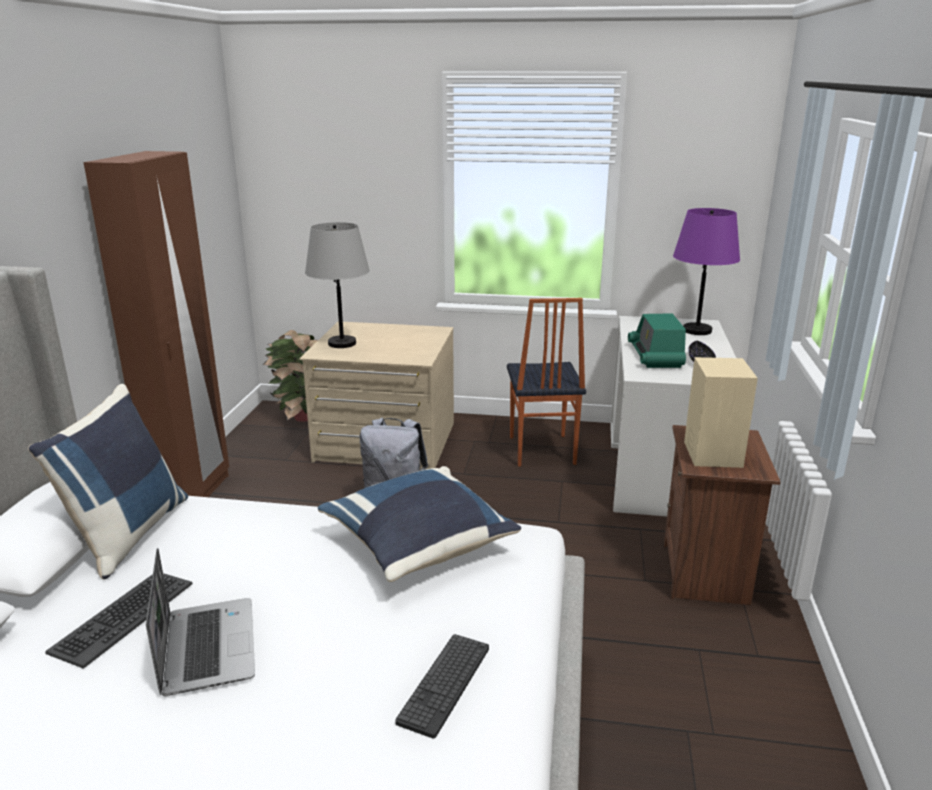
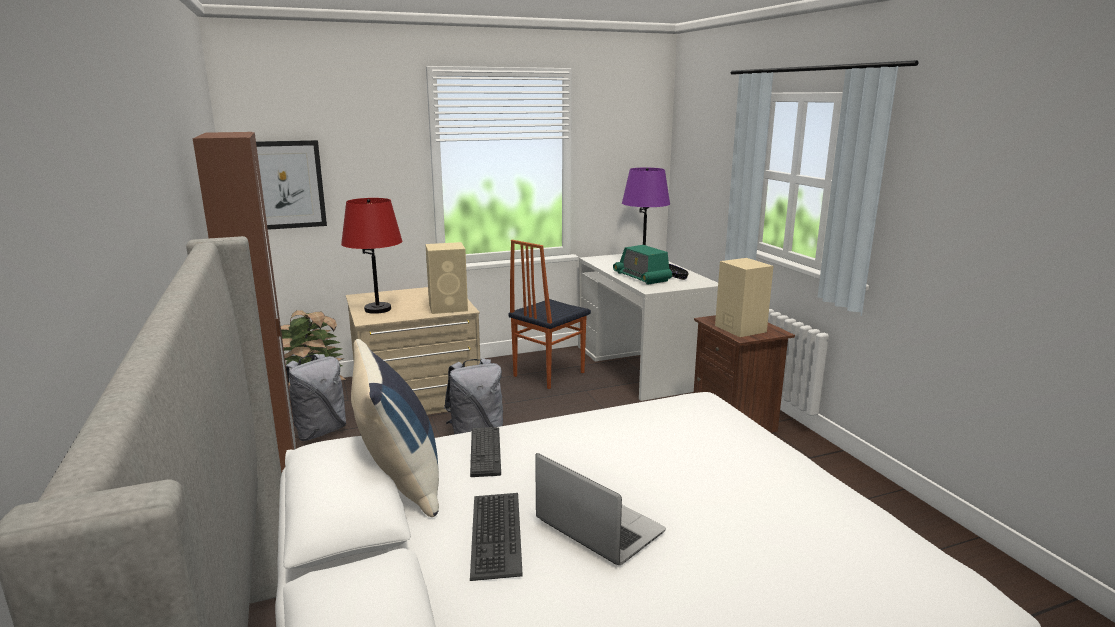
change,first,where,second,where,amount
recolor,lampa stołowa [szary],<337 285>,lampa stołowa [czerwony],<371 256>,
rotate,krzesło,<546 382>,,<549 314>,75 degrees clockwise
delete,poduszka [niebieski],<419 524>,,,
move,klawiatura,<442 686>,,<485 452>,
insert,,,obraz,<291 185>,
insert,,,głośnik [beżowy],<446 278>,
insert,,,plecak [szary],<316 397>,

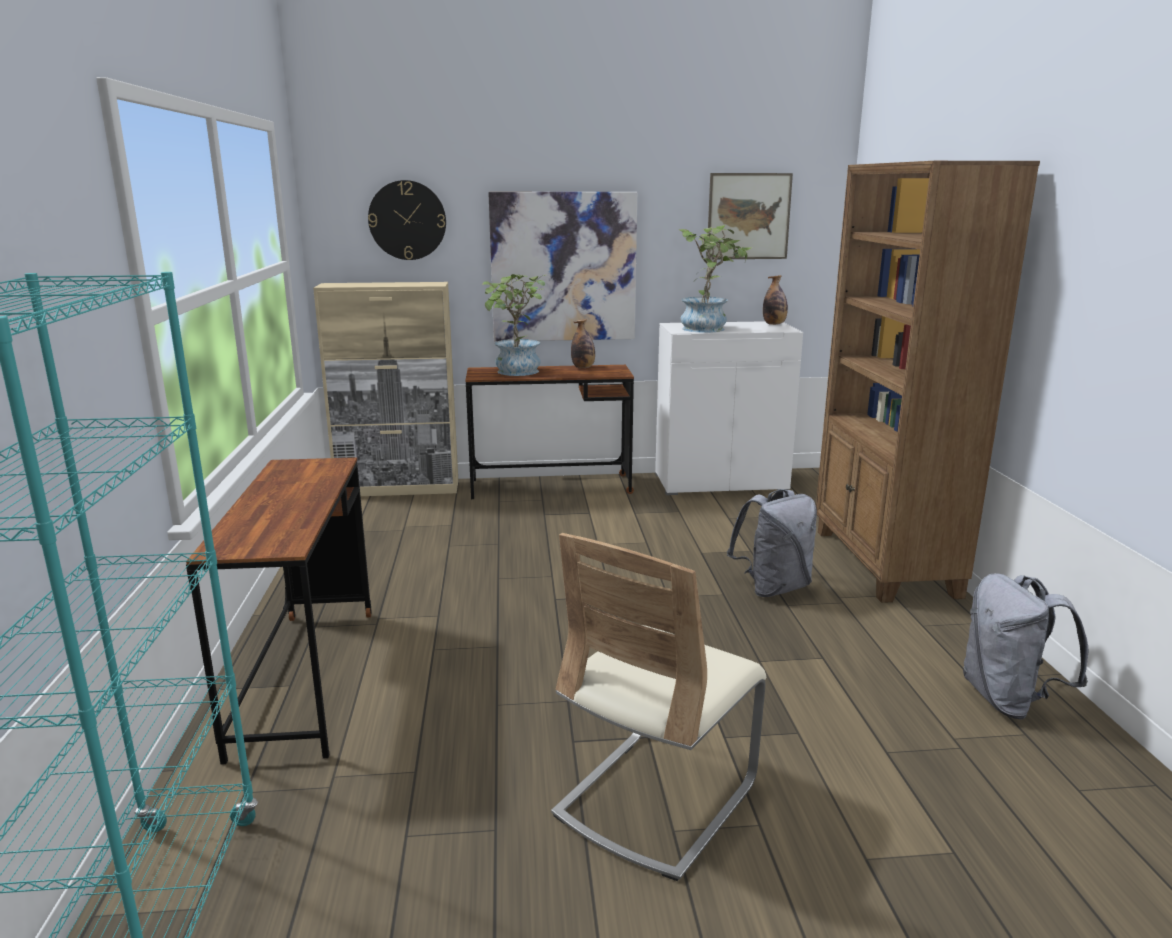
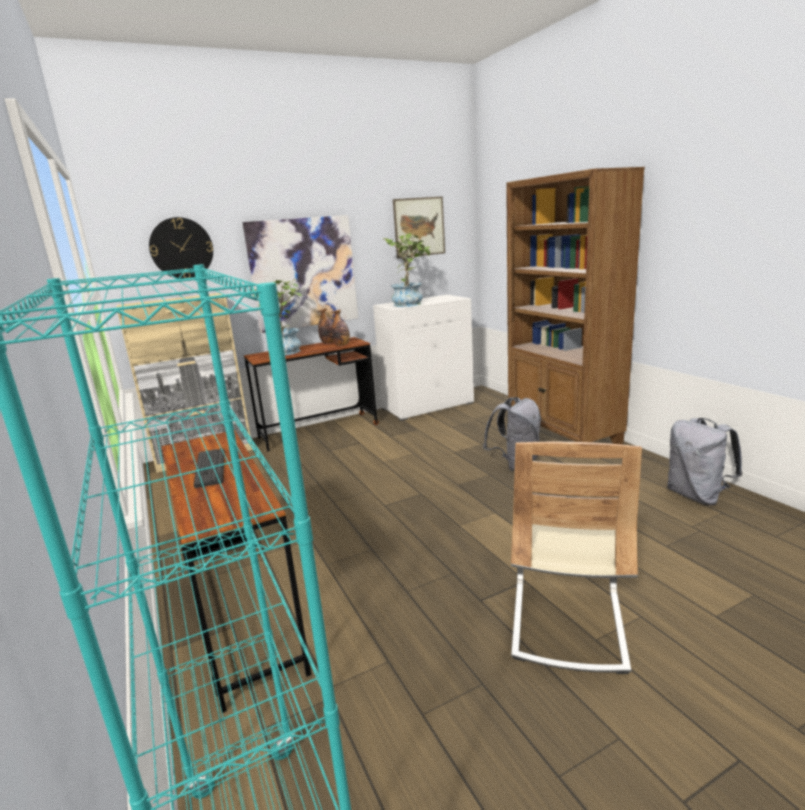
change,first,where,second,where,amount
move,butelka,<775 300>,,<340 328>,
insert,,,klawiatura,<209 468>,

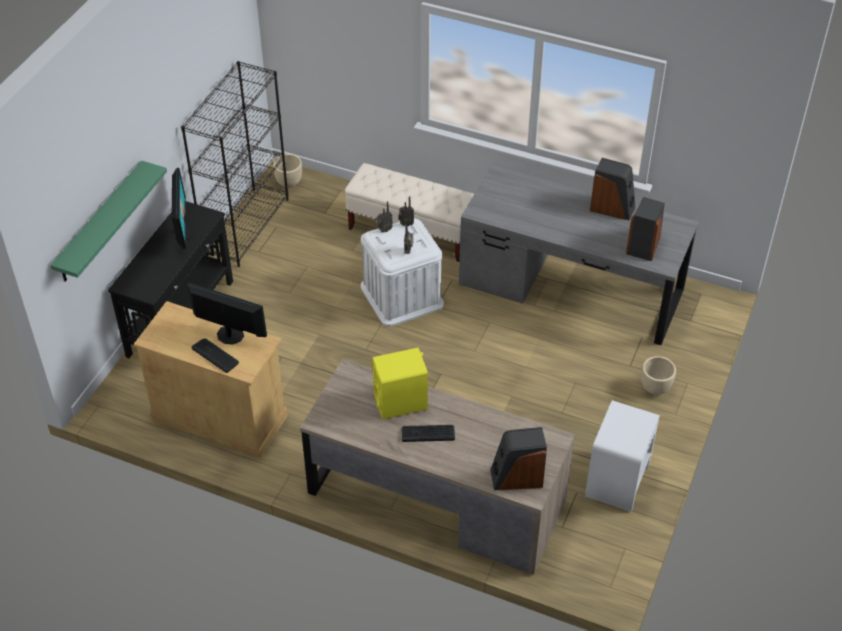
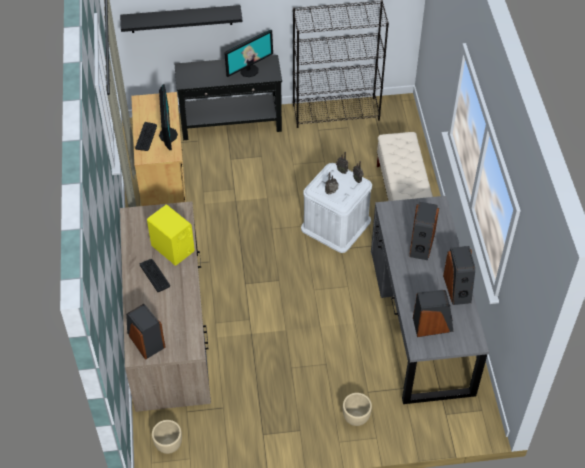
change,first,where,second,where,amount
move,donica [beżowy],<287 171>,,<167 437>,
recolor,półka [zielony],<108 221>,półka [czarny],<181 19>,
delete,szafka nocna [biały],<622 456>,,,
insert,,,głośnik,<424 231>,

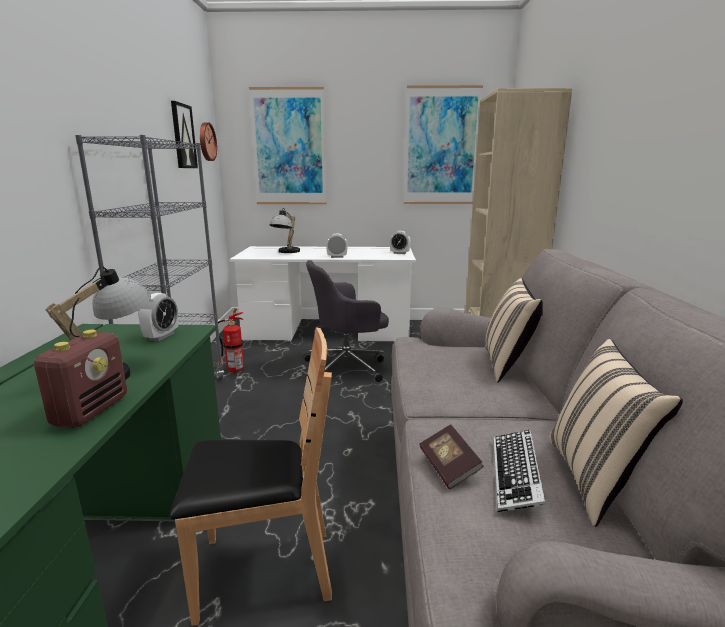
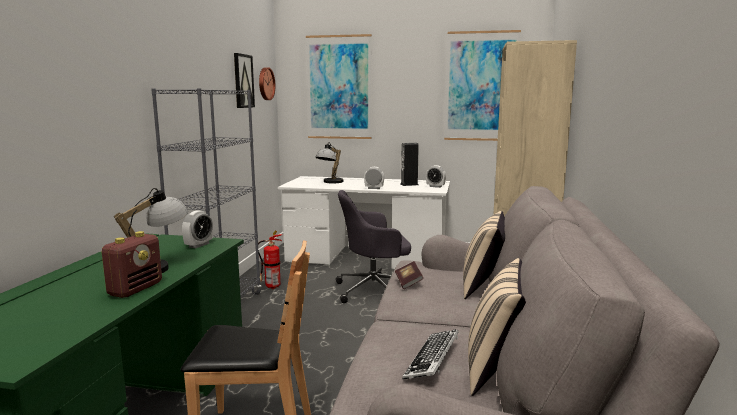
change,first,where,second,where,amount
move,książka,<452 456>,,<409 275>,
insert,,,głośnik,<409 164>,

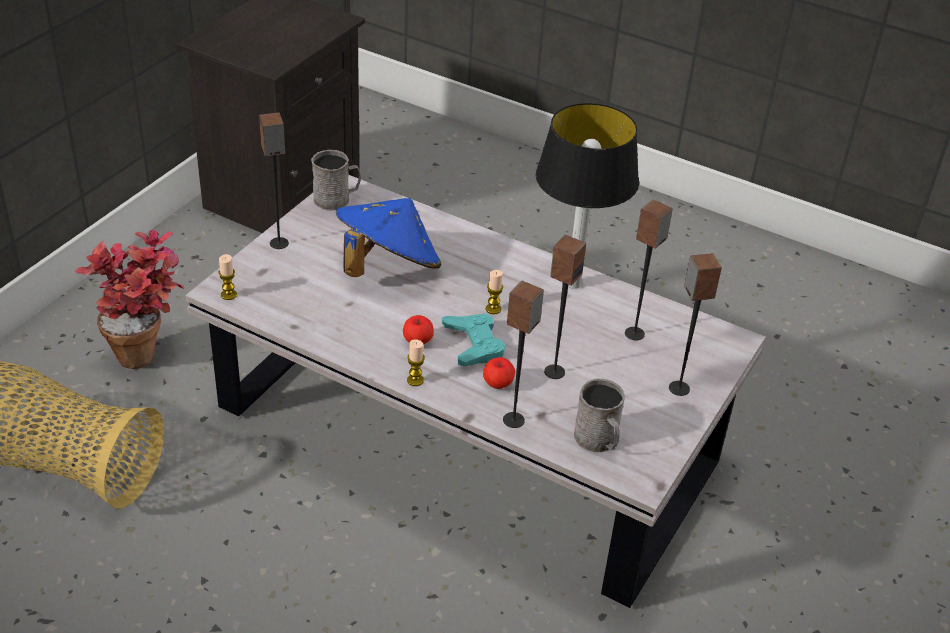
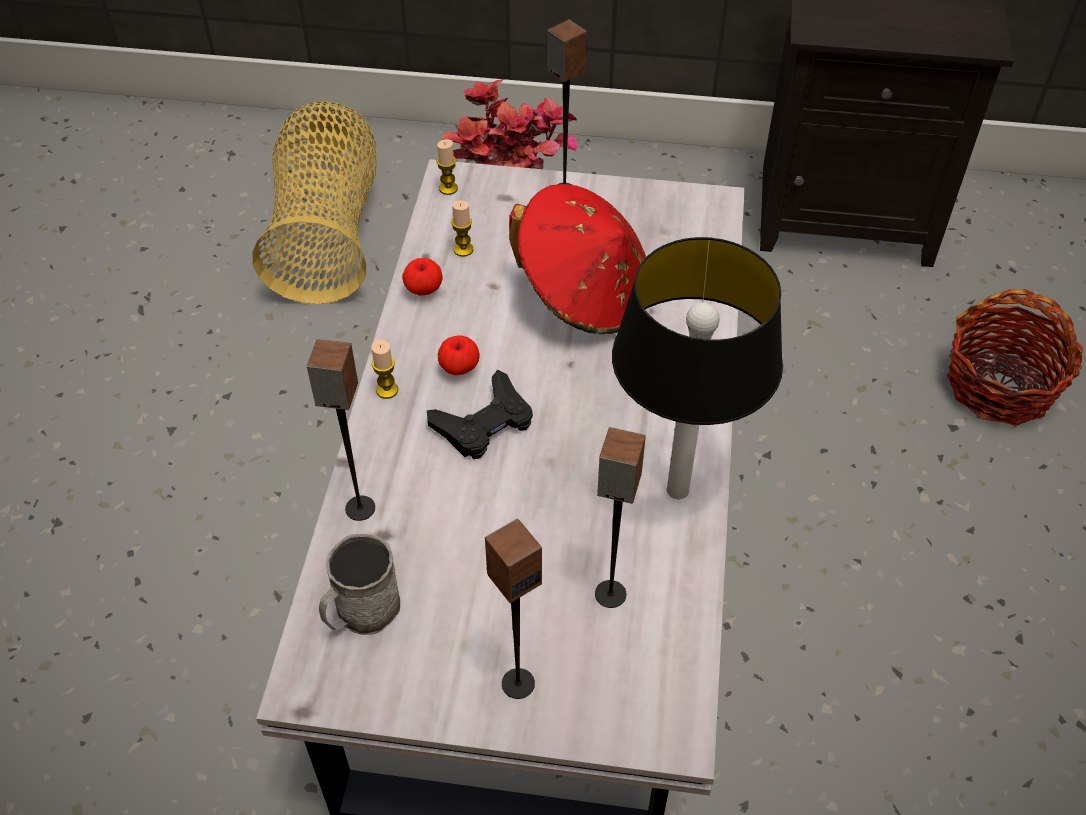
change,first,where,second,where,amount
delete,kubek [szary],<336 180>,,,
recolor,kapelusz [niebieski],<388 237>,kapelusz [czerwony],<577 259>,
delete,głośnik,<565 307>,,,
move,świeca,<494 292>,,<462 228>,
recolor,pad do gier [turkusowy],<473 340>,pad do gier [czarny],<480 414>,
move,jabłko,<499 373>,,<422 277>,
insert,,,koszyk,<1015 357>,

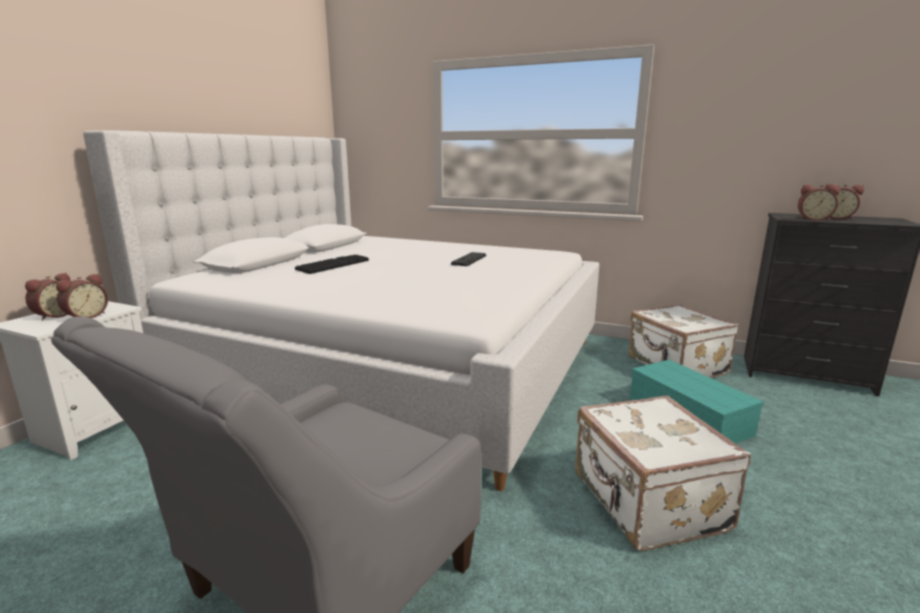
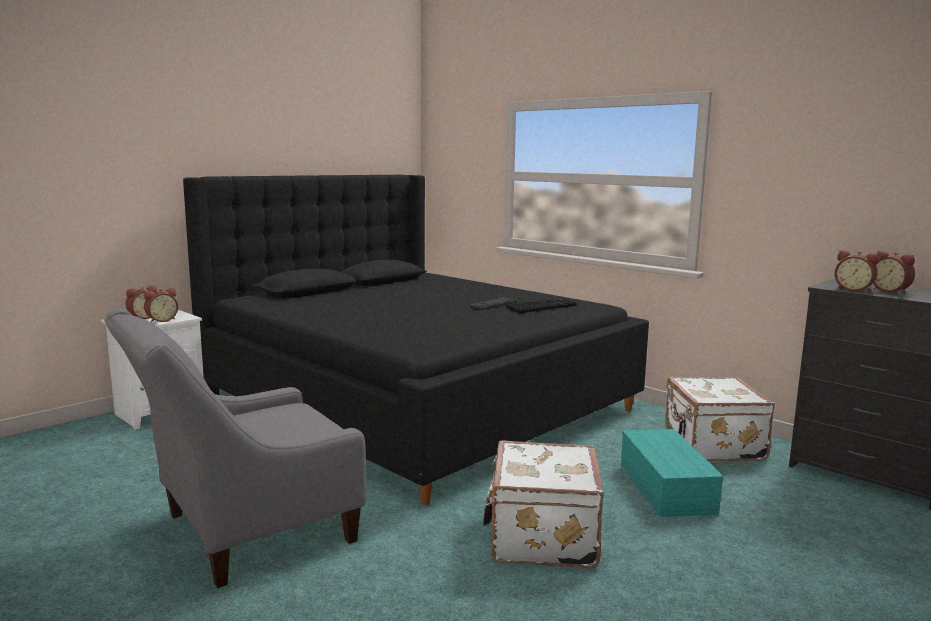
change,first,where,second,where,amount
recolor,łóżko [biały],<341 310>,łóżko [czarny],<416 340>,
move,klawiatura,<332 264>,,<541 306>,

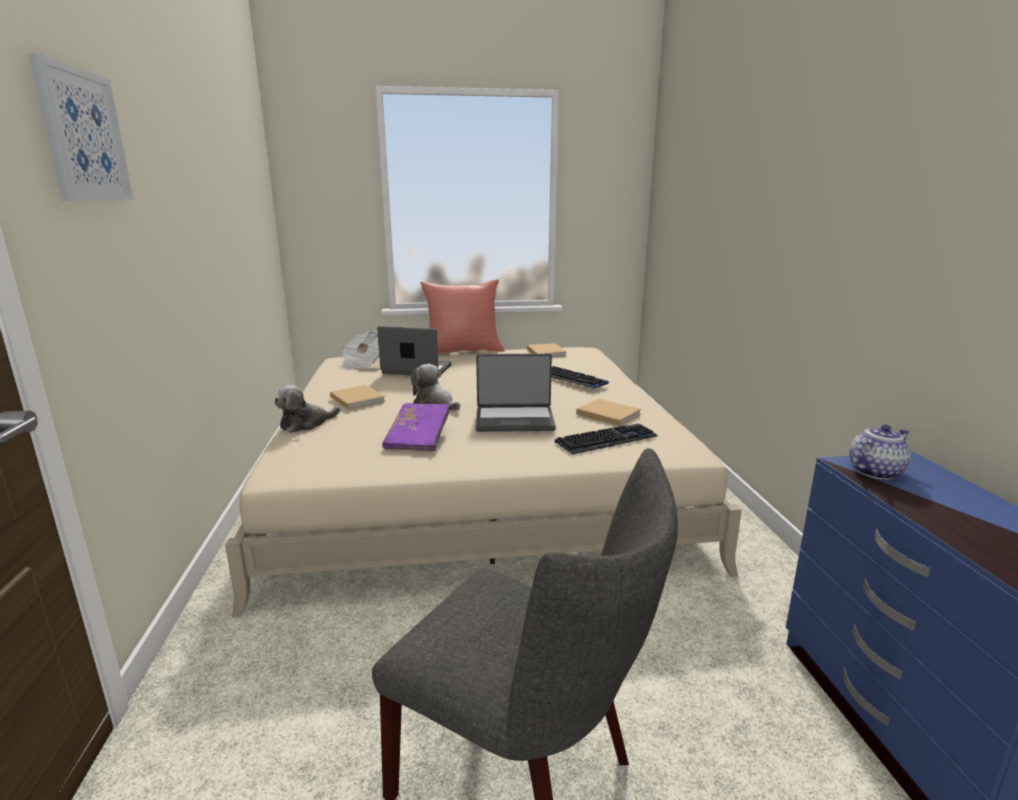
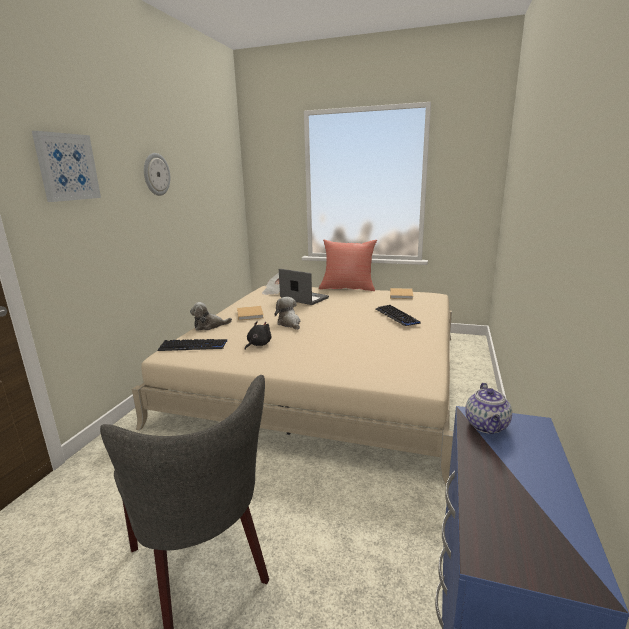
change,first,where,second,where,amount
delete,laptop,<516 393>,,,
delete,książka [beżowy],<608 412>,,,
replace,książka [fioletowy],<416 427>,pluszak [czarny],<258 335>,
move,klawiatura,<606 439>,,<192 345>,
rotate,imbryk,<880 452>,,<488 408>,105 degrees clockwise
insert,,,zegar ścienny,<157 174>,

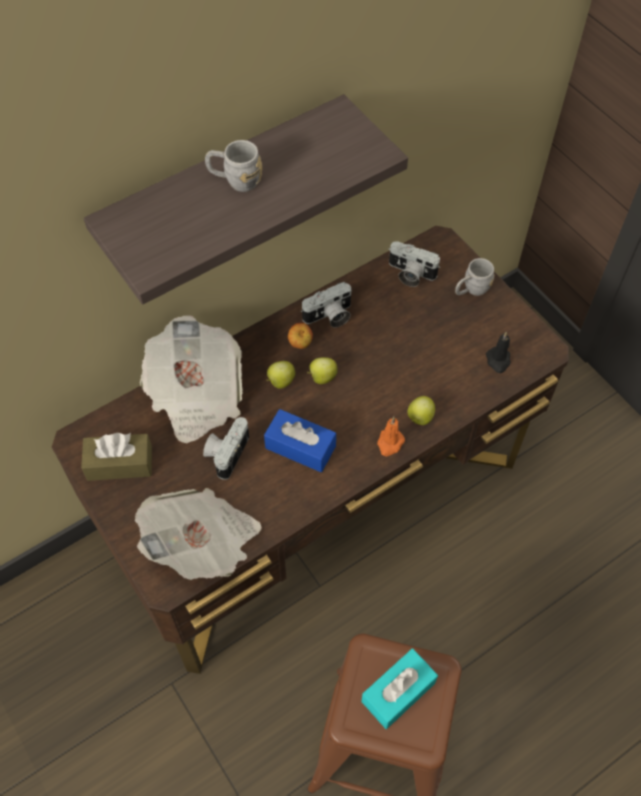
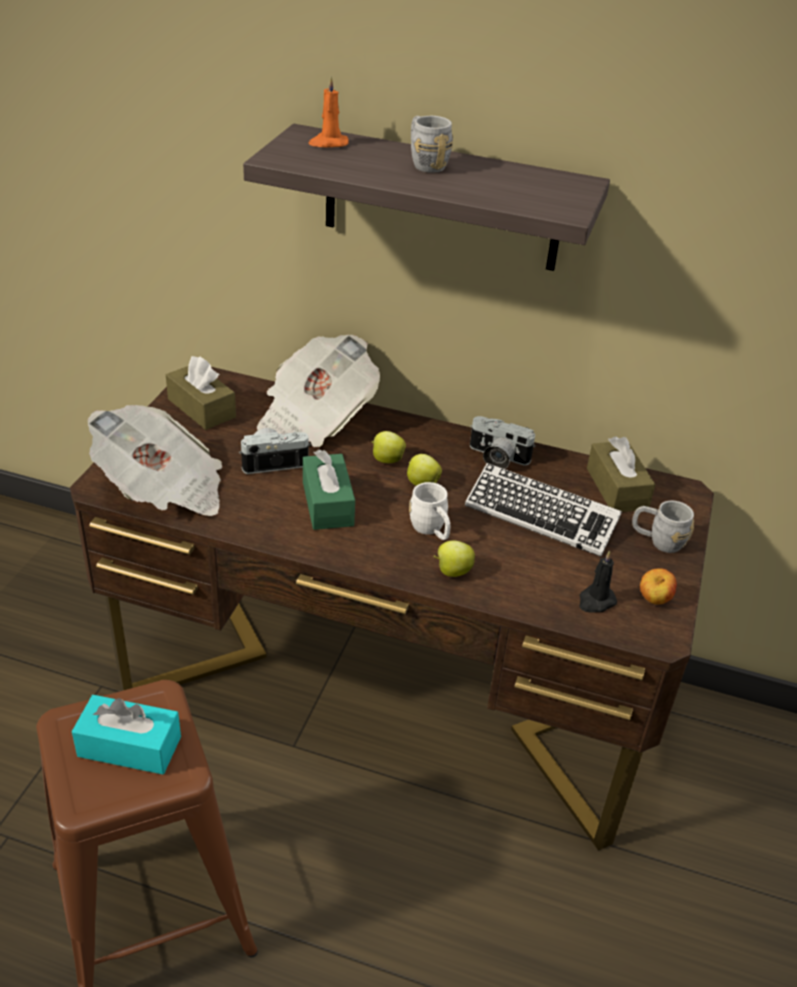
change,first,where,second,where,amount
replace,aparat fotograficzny,<414 264>,pudełko chusteczek [brązowy],<621 474>,
move,jabłko,<300 336>,,<658 586>,
recolor,pudełko chusteczek [niebieski],<300 440>,pudełko chusteczek [zielony],<329 490>,
move,świeca [pomarańczowy],<391 436>,,<329 112>,
insert,,,klawiatura,<543 510>,
insert,,,kubek [biały],<429 511>,

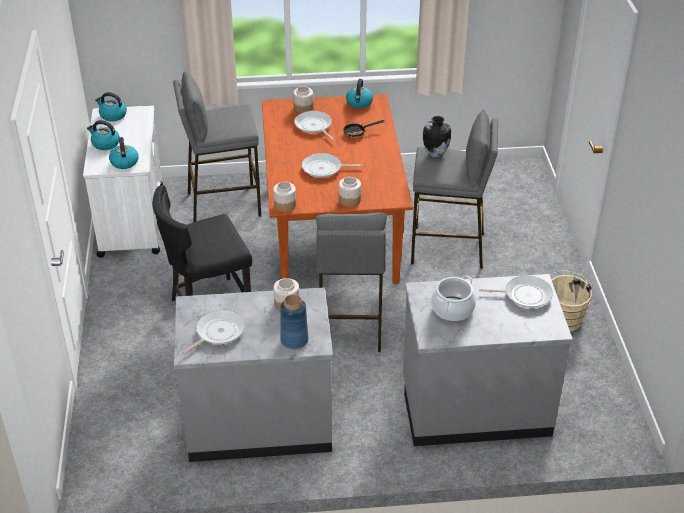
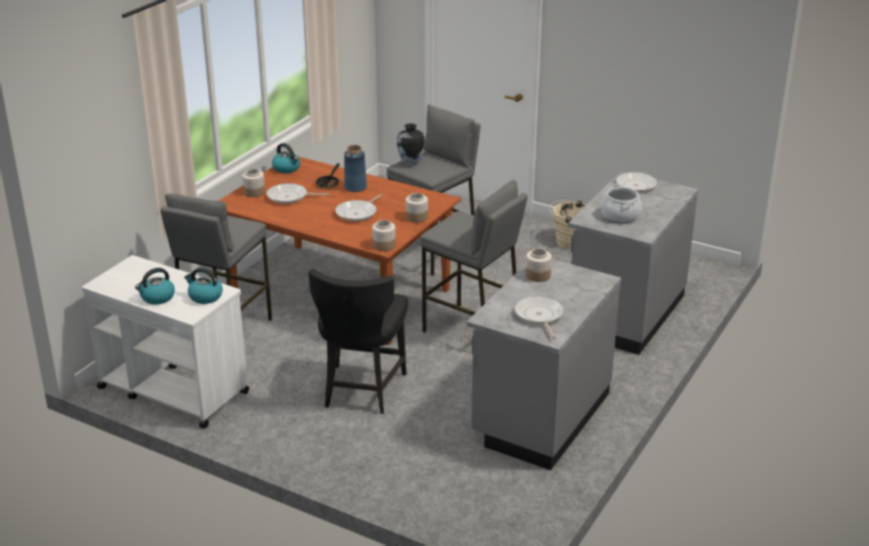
change,first,where,second,where,amount
delete,czajnik,<111 107>,,,
move,wazon [niebieski],<294 322>,,<355 168>,

